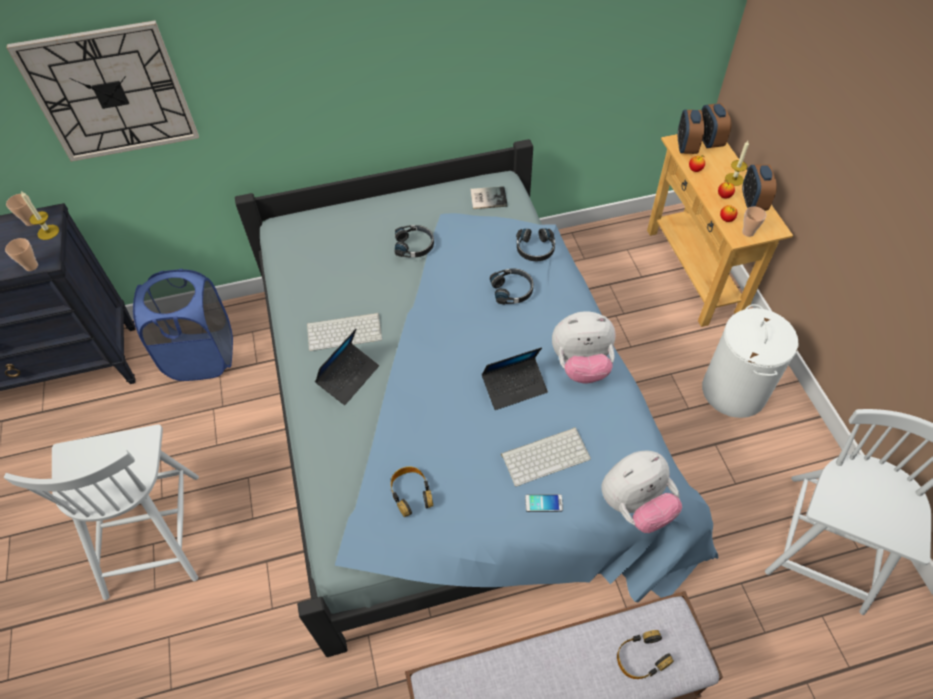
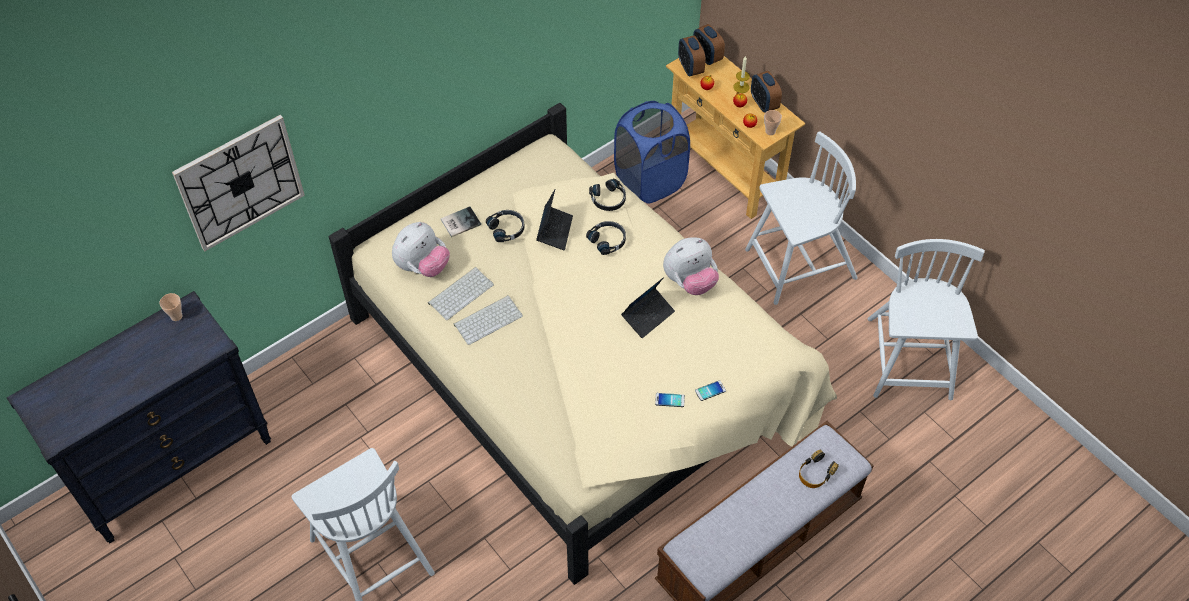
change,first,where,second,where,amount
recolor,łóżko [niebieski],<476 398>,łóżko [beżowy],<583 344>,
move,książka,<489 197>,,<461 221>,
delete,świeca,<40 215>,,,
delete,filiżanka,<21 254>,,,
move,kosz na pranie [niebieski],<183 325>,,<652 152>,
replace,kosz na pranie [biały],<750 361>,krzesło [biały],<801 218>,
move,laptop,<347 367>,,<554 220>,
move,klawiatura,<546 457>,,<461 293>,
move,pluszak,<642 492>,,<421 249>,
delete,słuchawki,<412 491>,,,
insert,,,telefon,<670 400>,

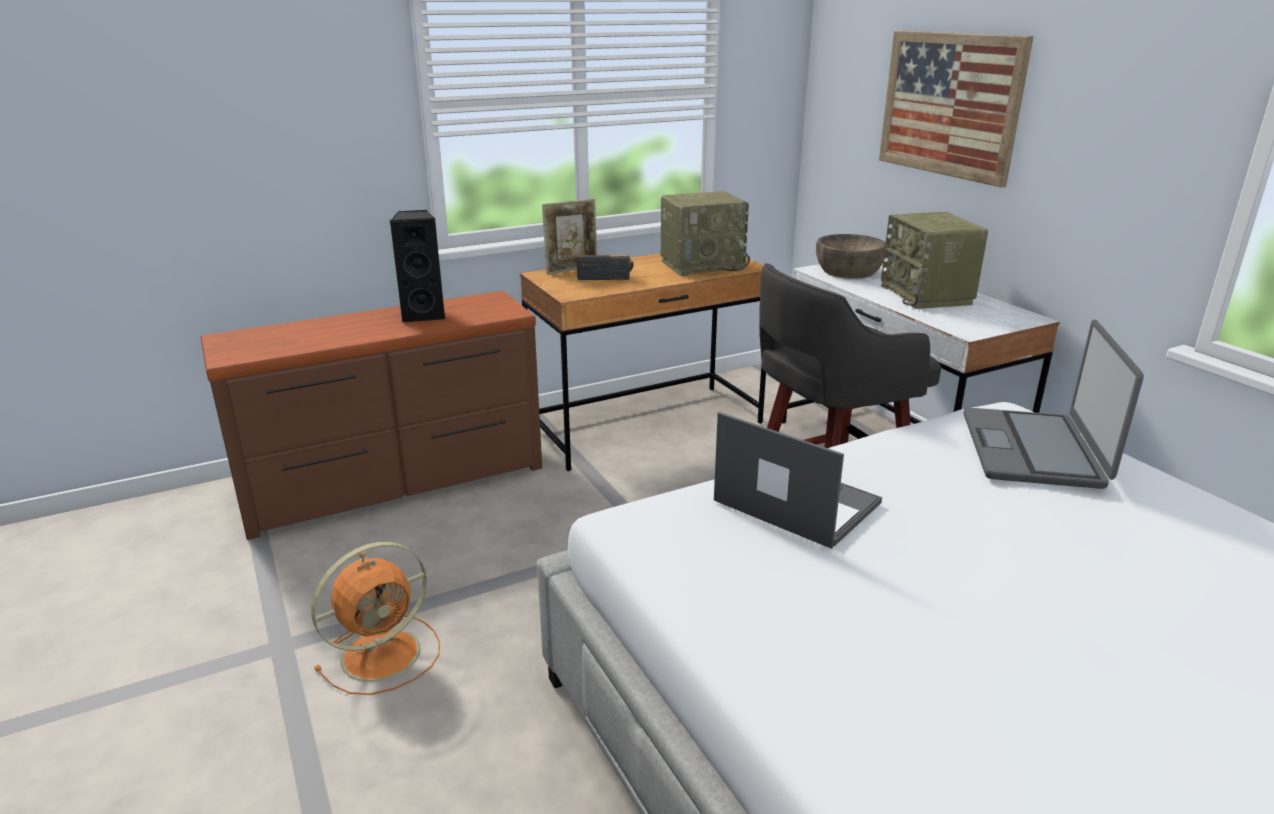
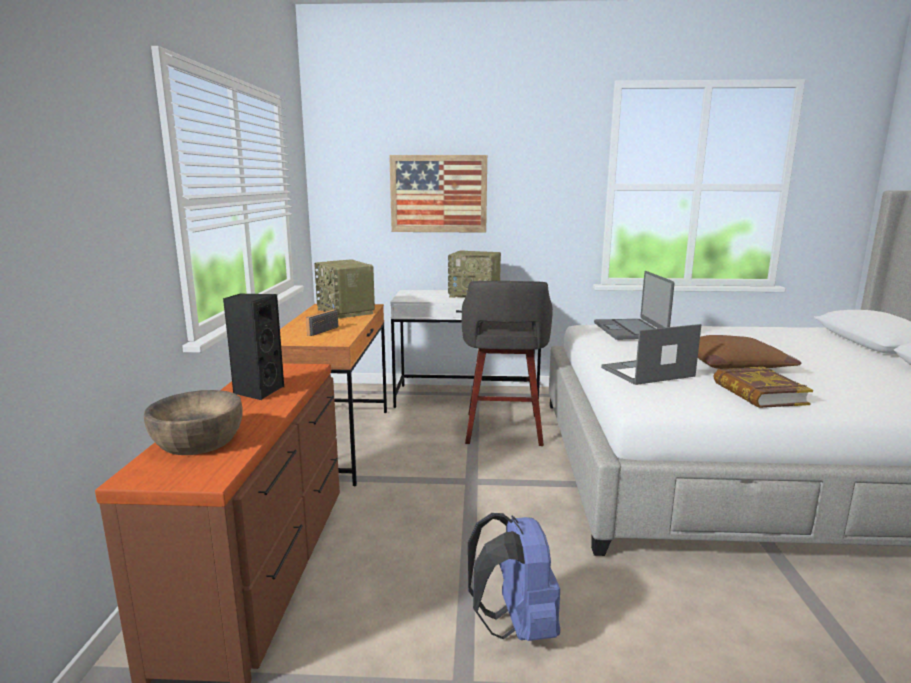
change,first,where,second,where,amount
rotate,radio,<705 233>,,<344 289>,135 degrees clockwise
delete,ramka na zdjęcie,<569 237>,,,
move,miska [brązowy],<851 256>,,<193 422>,
rotate,laptop,<1053 404>,,<634 305>,45 degrees clockwise
replace,wentylator [pomarańczowy],<375 618>,plecak [niebieski],<514 577>,
insert,,,poduszka [brązowy],<749 352>,
insert,,,książka,<763 387>,

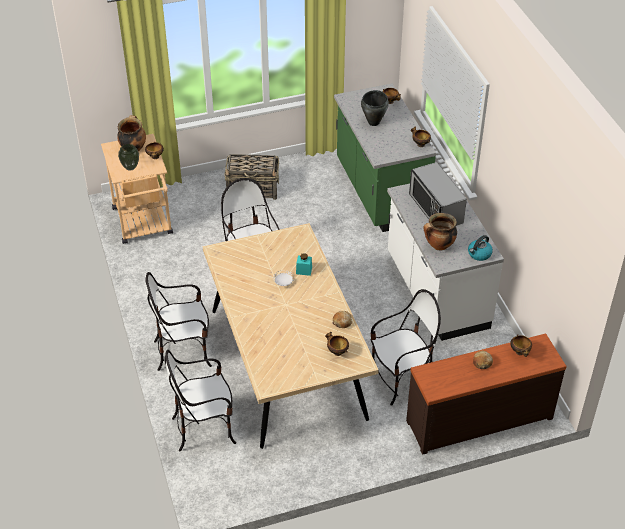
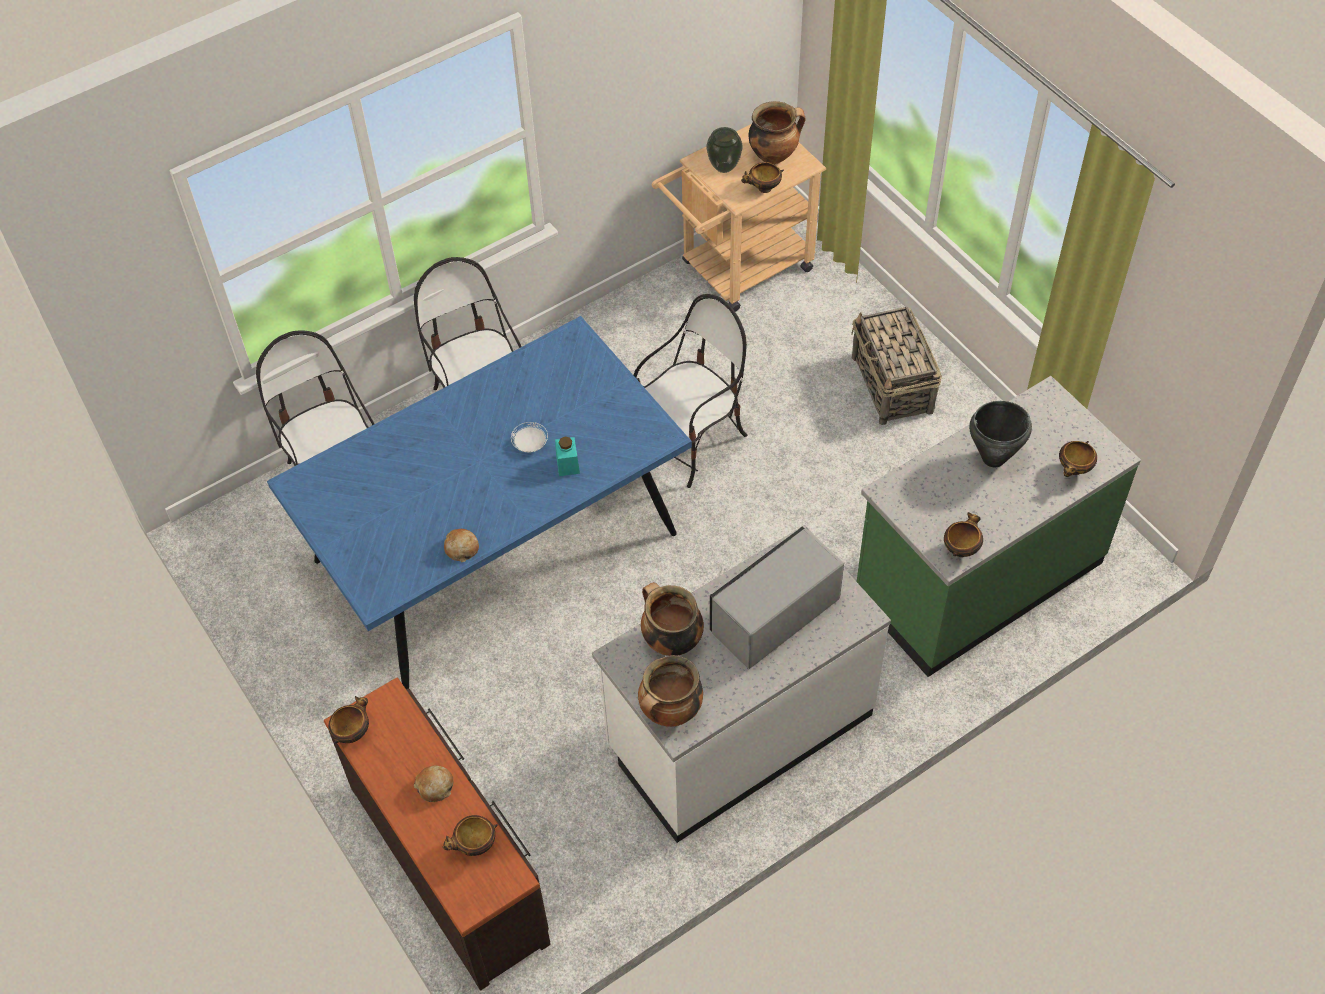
change,first,where,second,where,amount
recolor,stół jadalny [beżowy],<291 336>,stół jadalny [niebieski],<479 502>,
replace,czajnik,<480 248>,garnek,<670 691>,
delete,krzesło,<405 347>,,,
move,miska,<337 344>,,<348 720>,

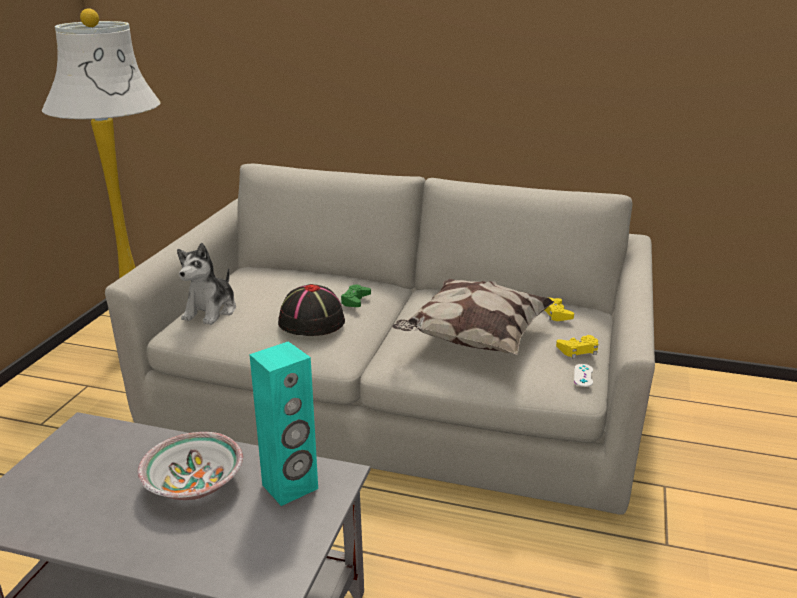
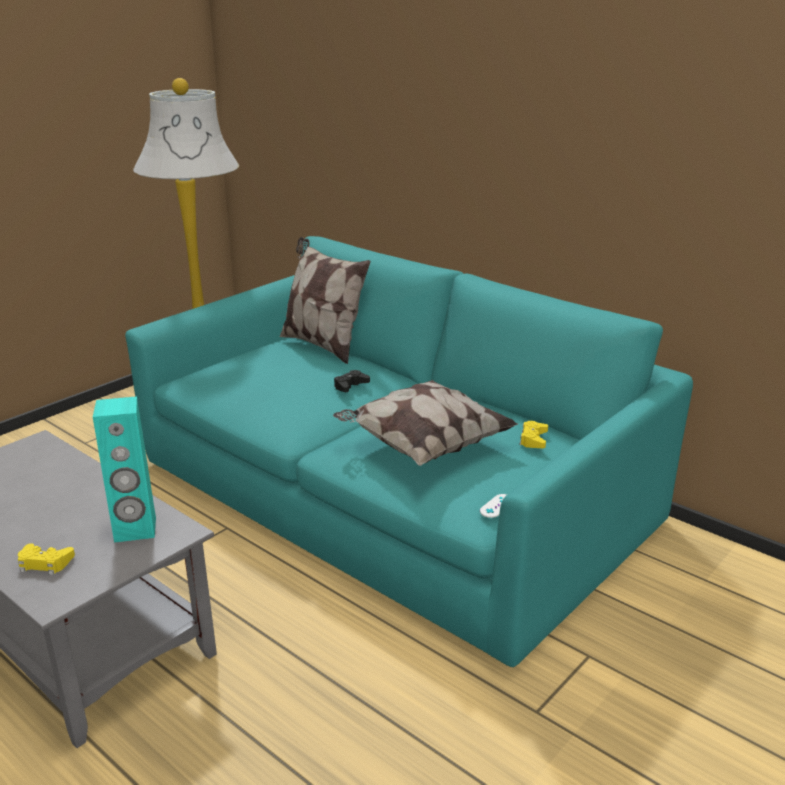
change,first,where,second,where,amount
recolor,kanapa [szary],<380 339>,kanapa [turkusowy],<409 451>,
delete,pluszak,<206 284>,,,
delete,kapelusz [czarny],<311 310>,,,
recolor,pad do gier [zielony],<356 296>,pad do gier [czarny],<352 381>,
move,pad do gier [żółty],<577 347>,,<46 559>,
delete,miska,<190 466>,,,
insert,,,poduszka,<325 300>,

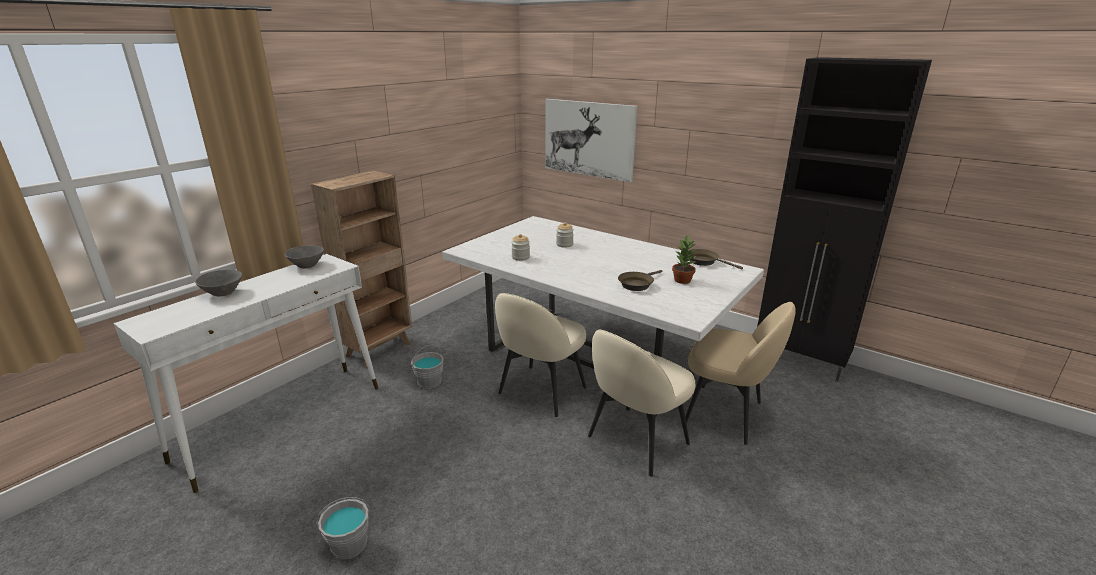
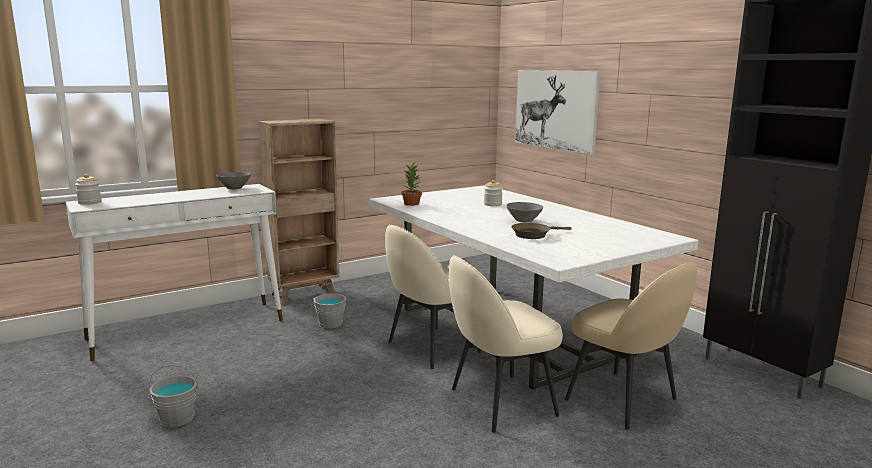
change,first,where,second,where,amount
move,słoik,<520 247>,,<88 189>,
move,roślina doniczkowa,<684 260>,,<411 184>,
delete,patelnia [brązowy],<715 259>,,,
move,miska [szary],<218 283>,,<524 212>,

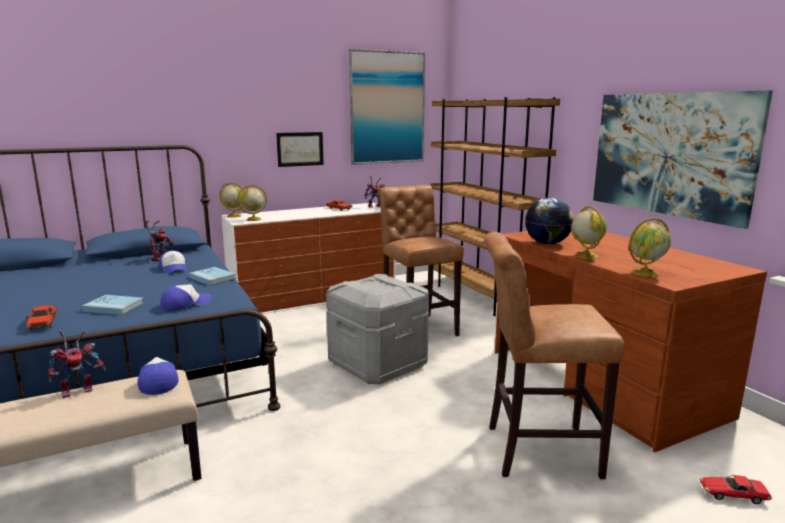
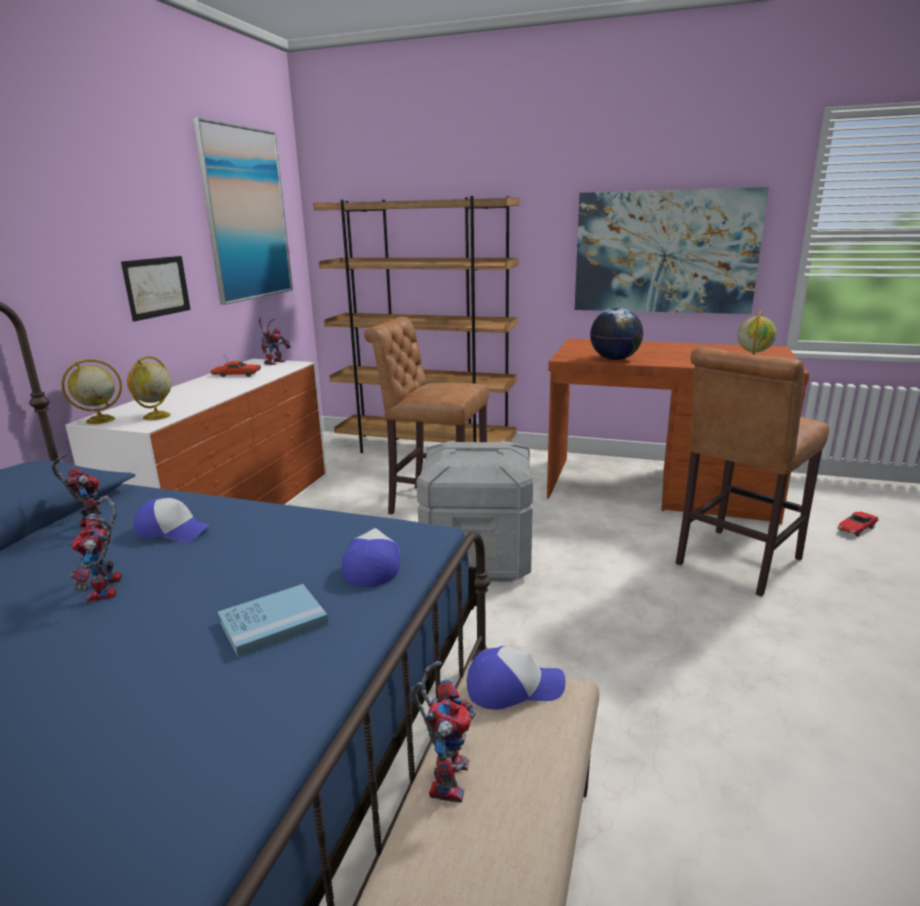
change,first,where,second,where,amount
delete,globus,<589 232>,,,
delete,książka [niebieski],<212 276>,,,
delete,samochodzik [czerwony],<41 318>,,,
rotate,czapka z daszkiem,<158 376>,,<516 678>,150 degrees clockwise
insert,,,robot zabawkowy,<95 548>,

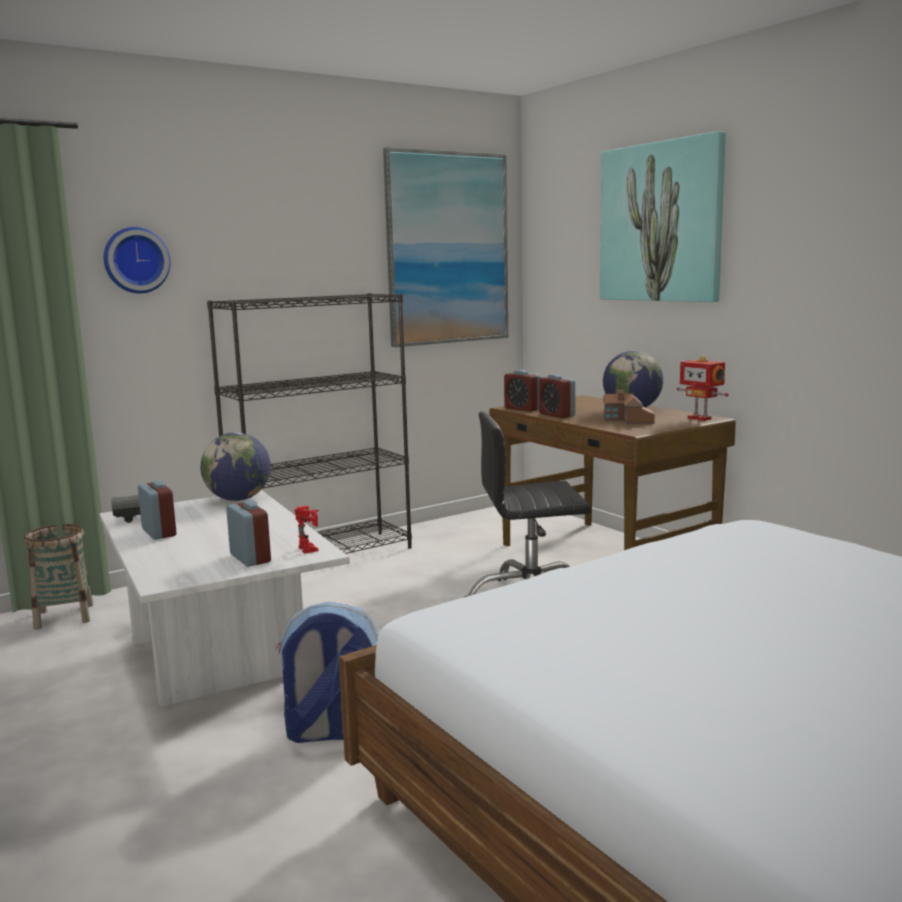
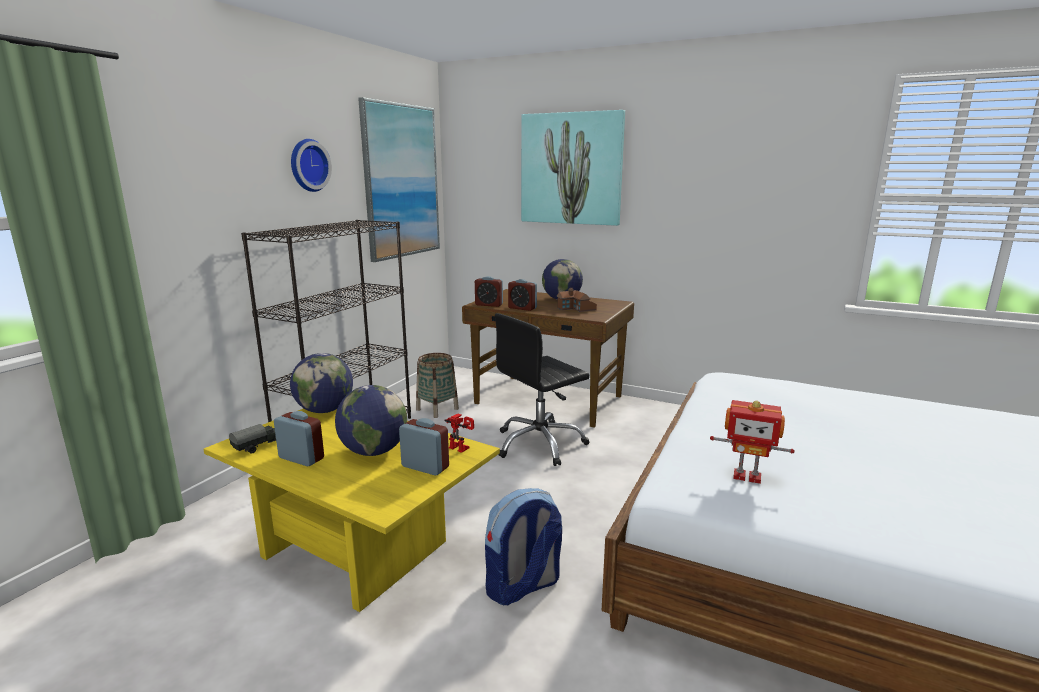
change,first,where,second,where,amount
move,zegar ścienny,<137 260>,,<311 165>,
move,robot zabawkowy,<703 388>,,<752 442>,
recolor,ława [biały],<224 598>,ława [żółty],<351 510>,
move,koszyk,<58 577>,,<437 385>,
insert,,,globus,<371 420>,

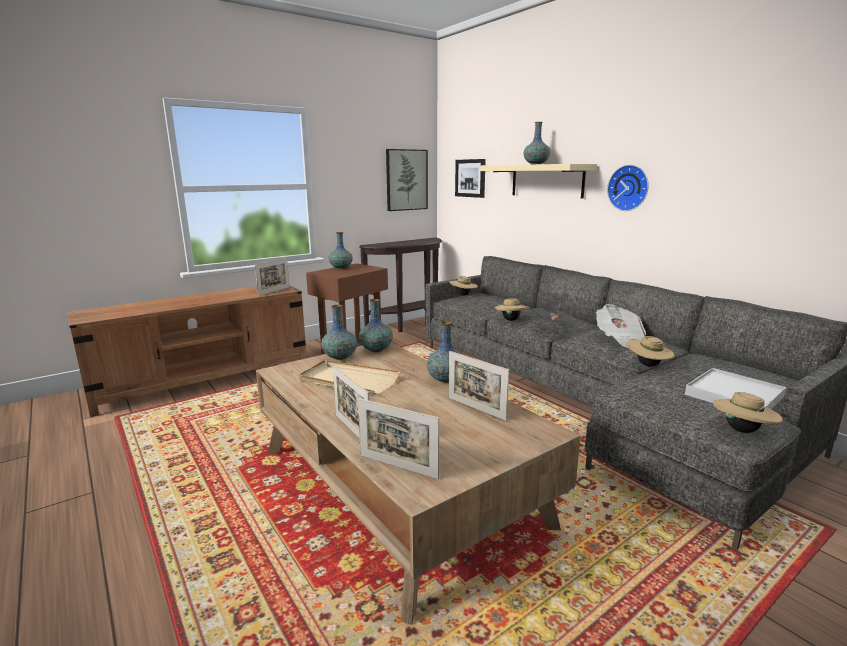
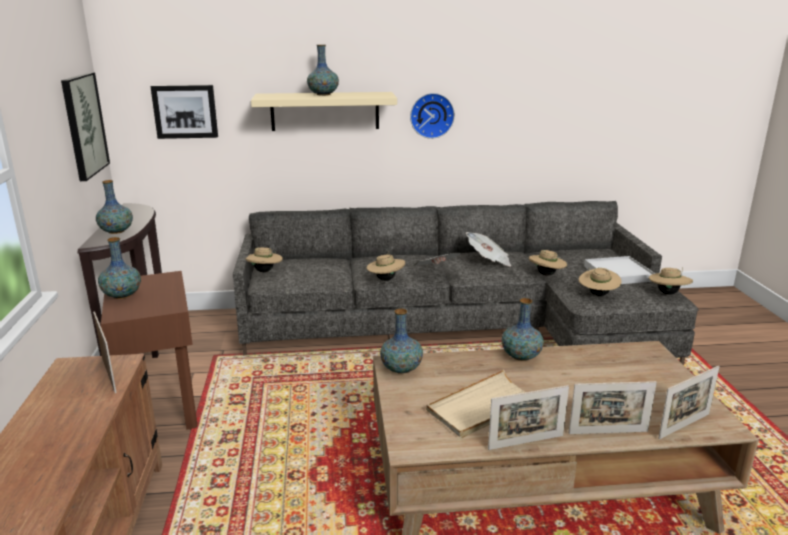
change,first,where,second,where,amount
move,wazon,<339 332>,,<114 207>,
move,ramka na zdjęcie,<479 385>,,<528 417>,
insert,,,kapelusz [beżowy],<600 282>,

